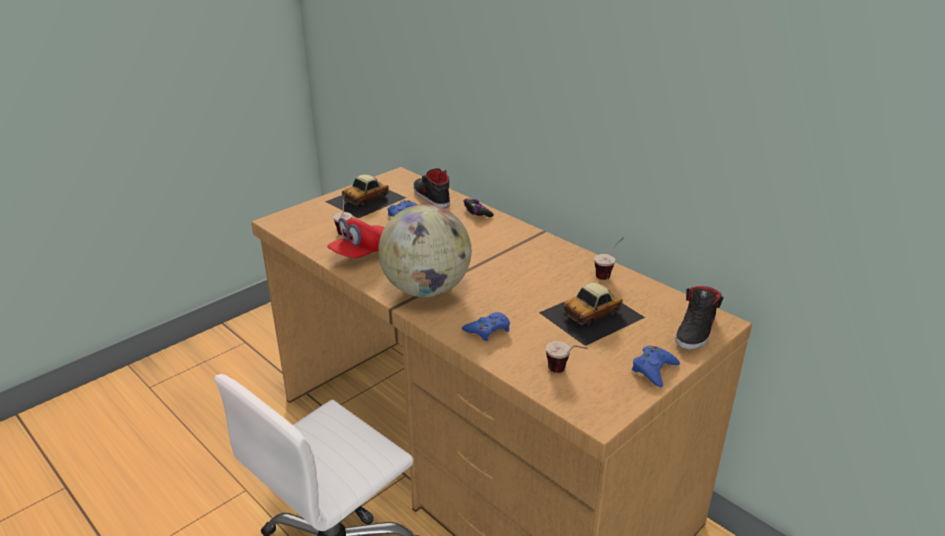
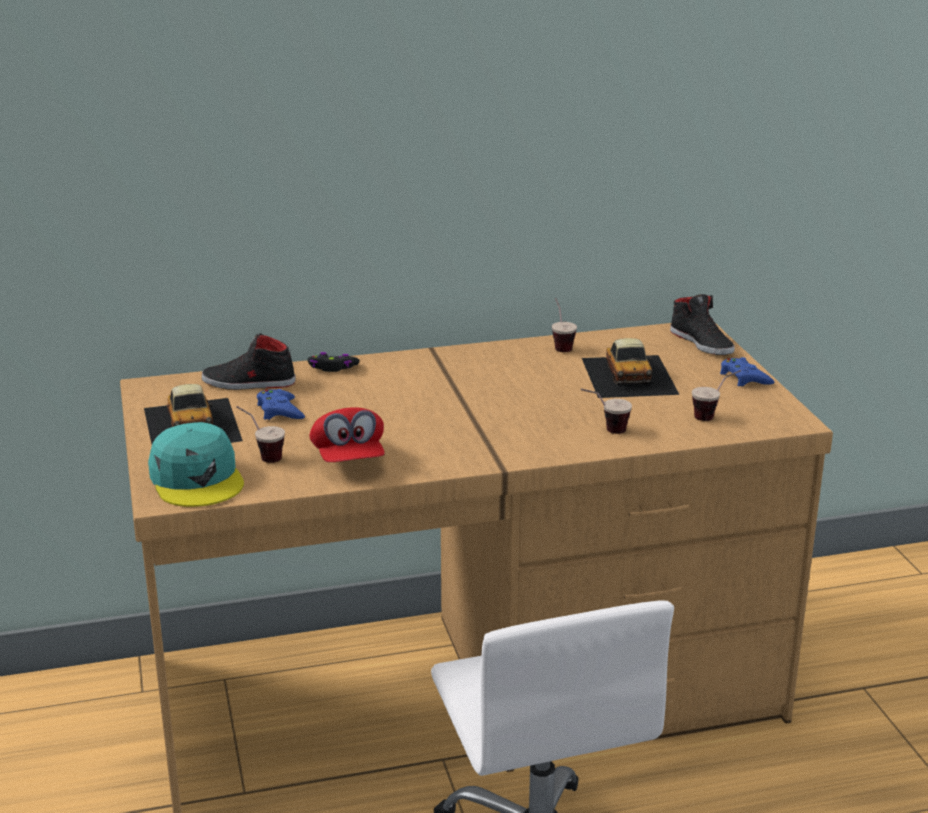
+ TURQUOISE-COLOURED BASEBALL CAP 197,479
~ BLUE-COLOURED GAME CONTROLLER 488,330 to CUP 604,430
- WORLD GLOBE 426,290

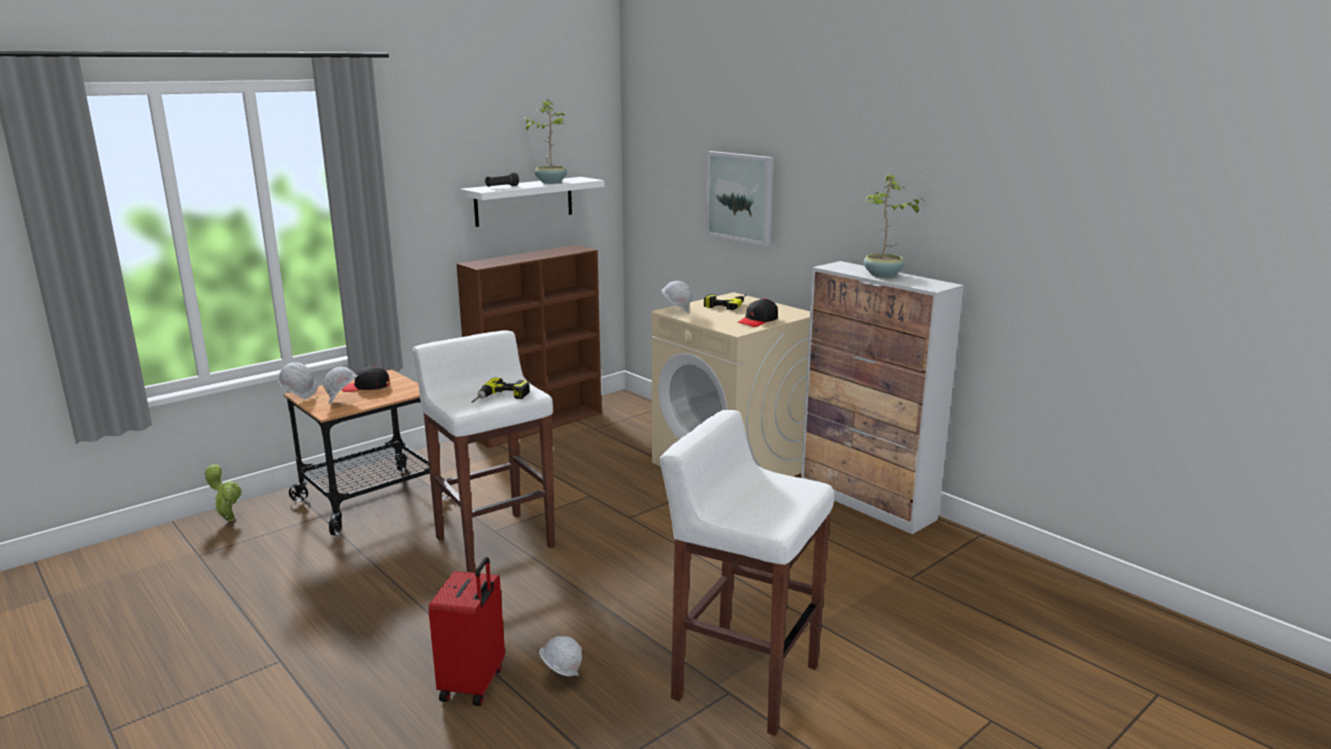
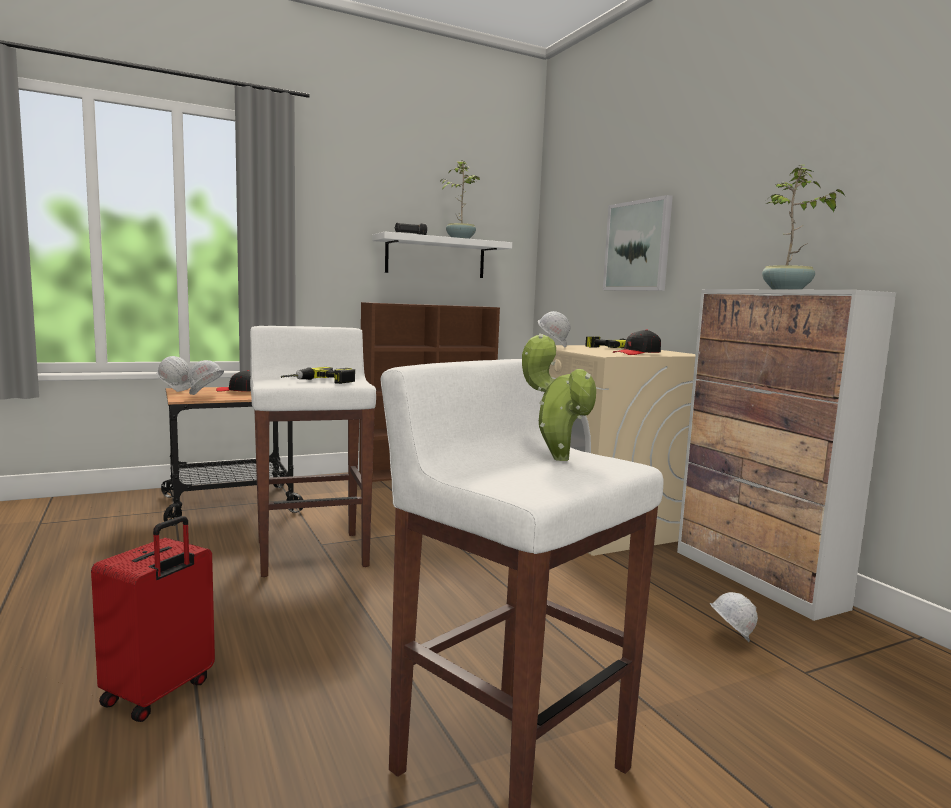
~ HOUSEPLANT 229,519 to 555,457
~ WHITE WORK HELMET 561,678 to 728,641

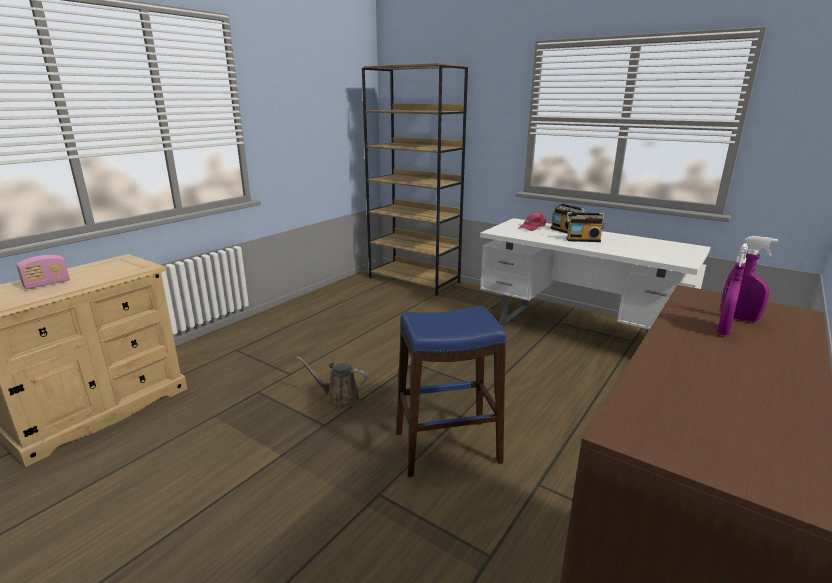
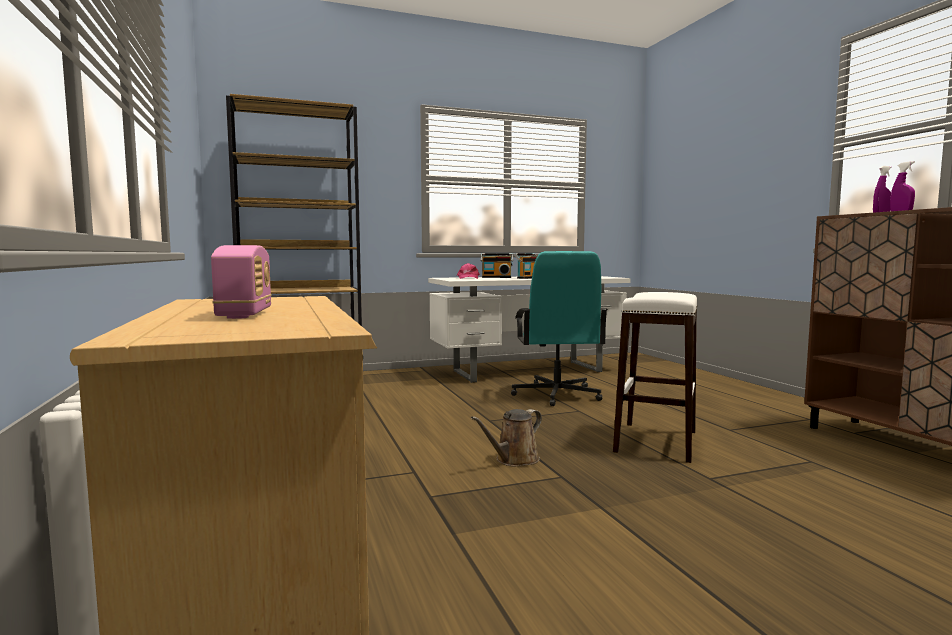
+ TURQUOISE-COLOURED COMPUTER CHAIR 556,395
~ BLUE-COLOURED STOOL 447,447 to WHITE STOOL 655,441

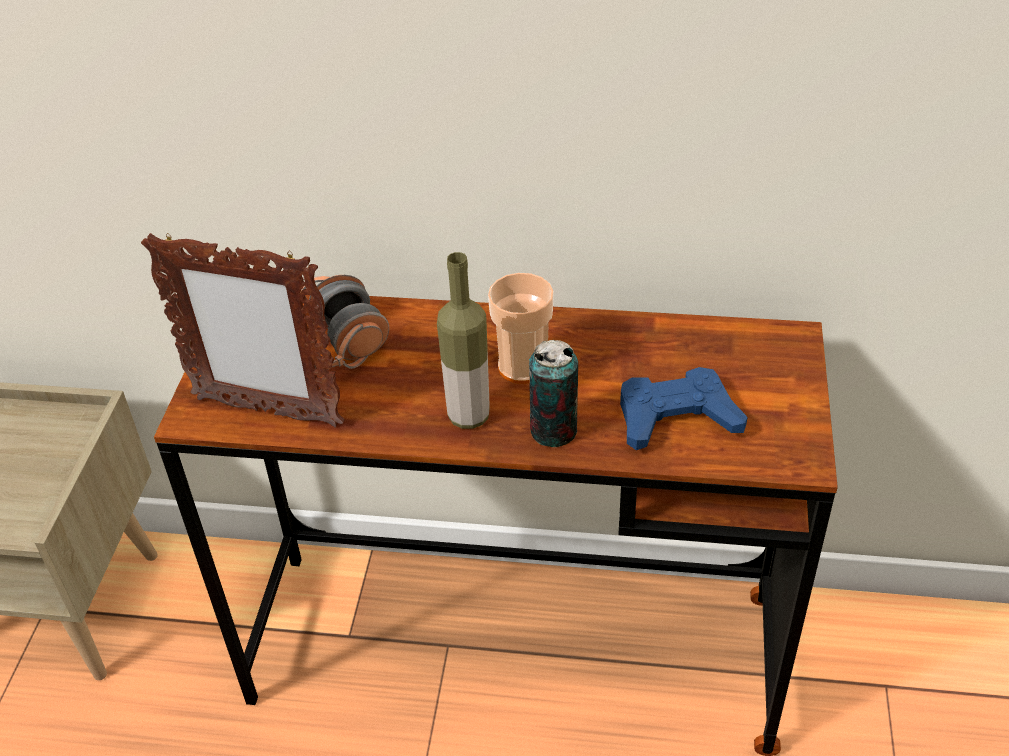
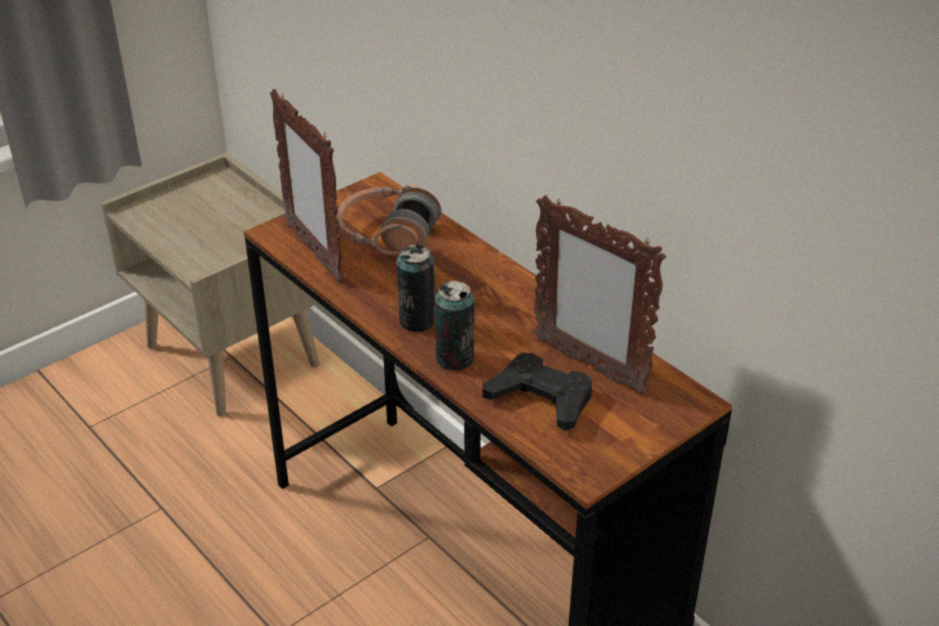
~ DRINK BOTTLE 469,416 to METAL CAN 417,321
~ BLUE-COLOURED GAME CONTROLLER 676,417 to BLACKISH GAME CONTROLLER 541,398
+ PHOTO FRAME 588,365
- CUP 523,366

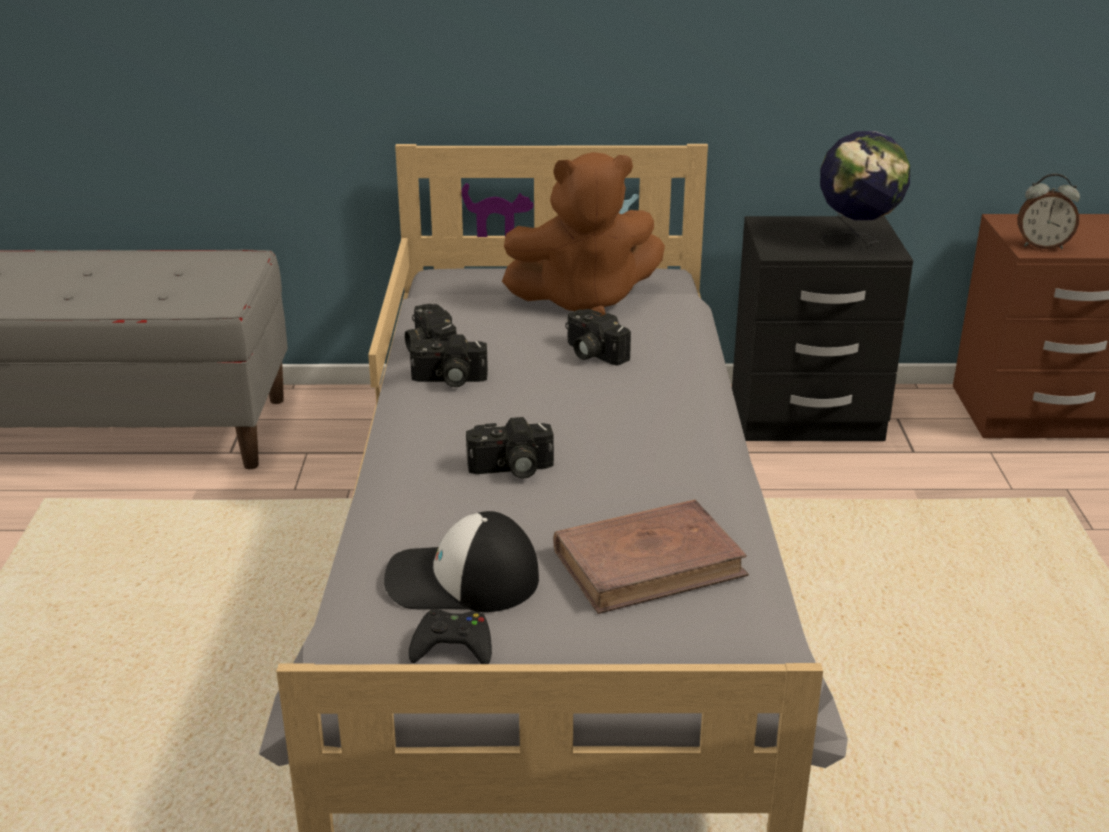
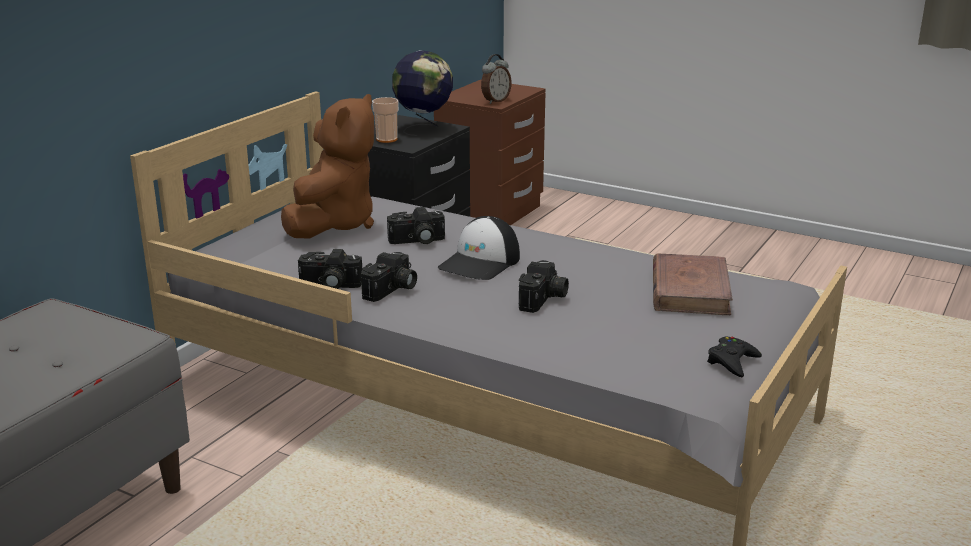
+ CUP 386,139
~ BASEBALL CAP 461,580 to 480,263

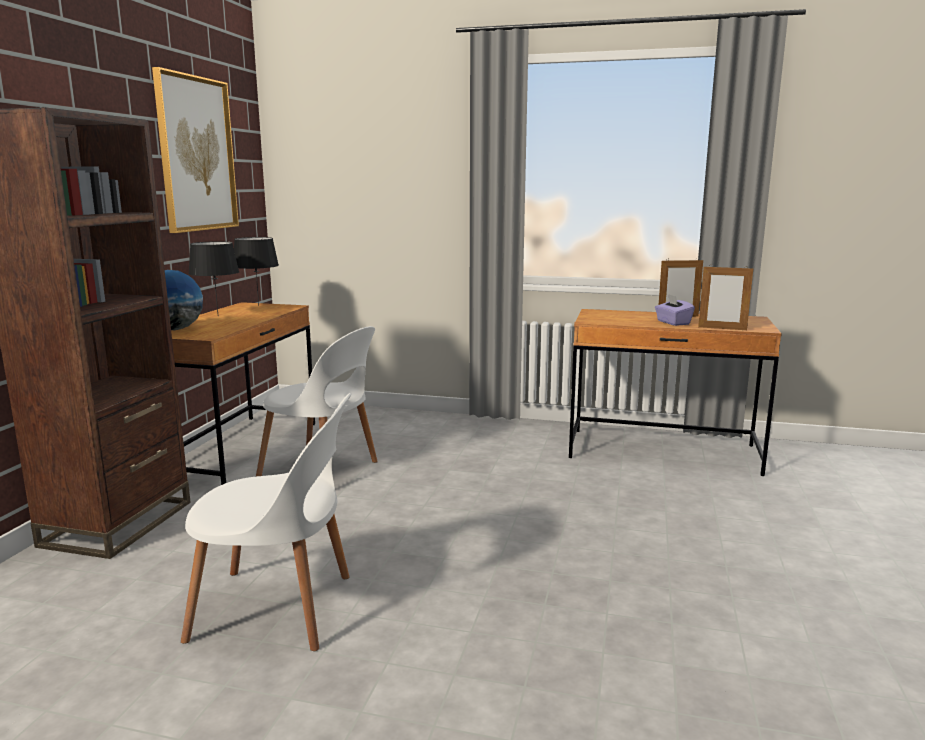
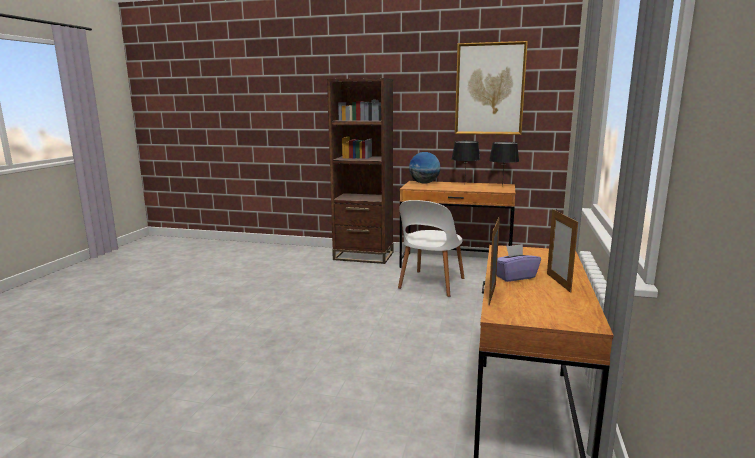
- WHITE CHAIR 279,609

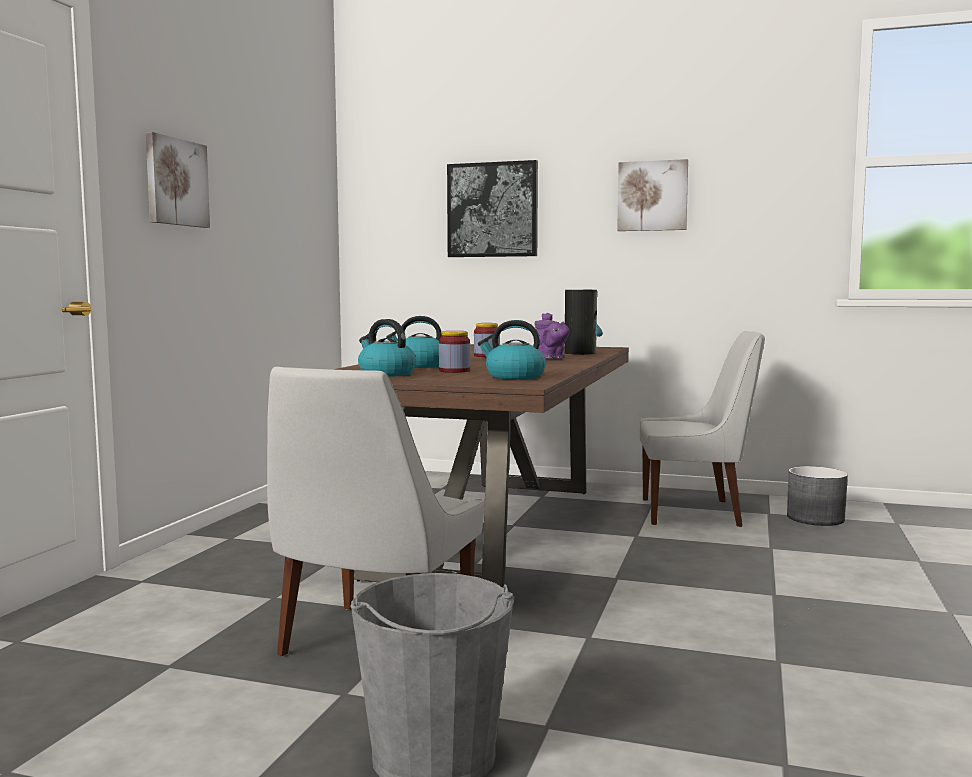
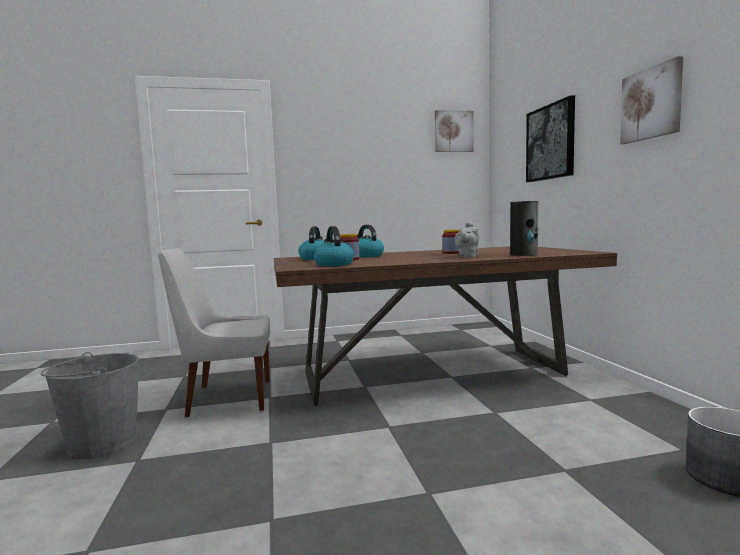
~ PICTURE 176,182 to 453,131
~ PURPLE-COLOURED TEA POT 550,358 to GRAY TEA POT 467,256
- WHITE CHAIR 695,513

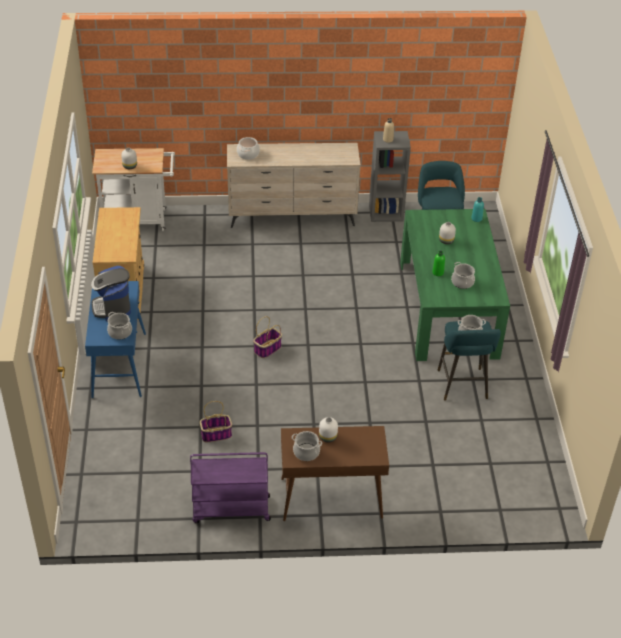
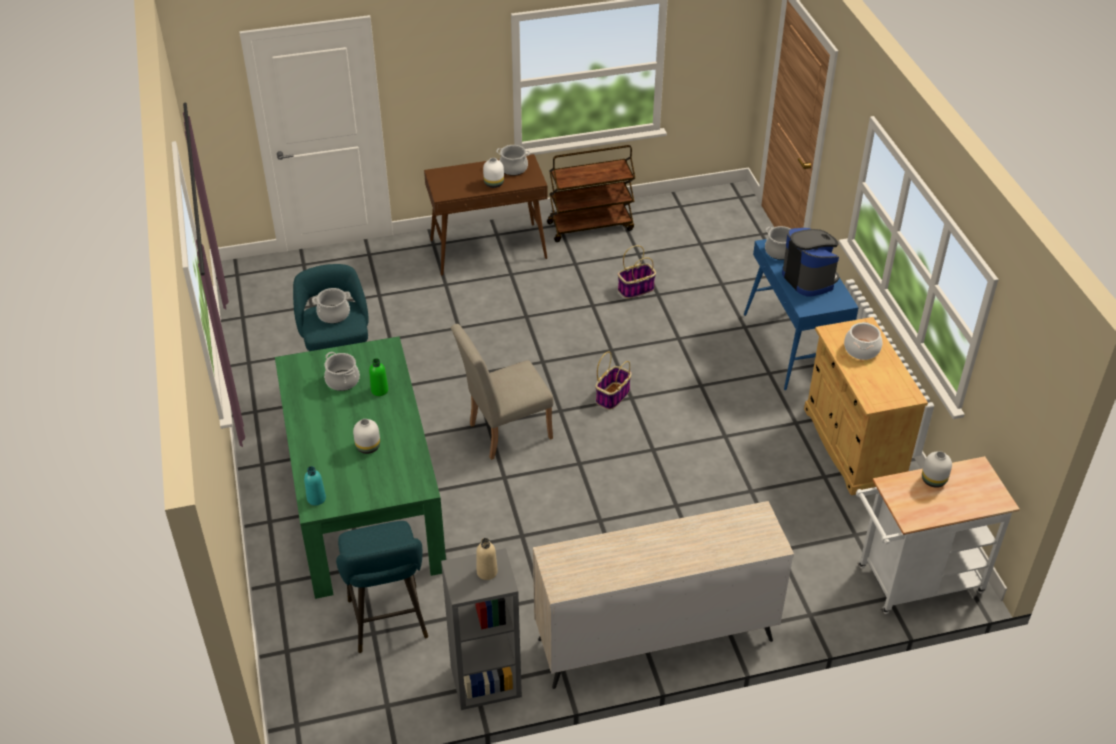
+ SAND-COLOURED CHAIR 504,432
~ PURPLE-COLOURED CART 230,510 to BROWN-COLOURED CART 590,226
~ STOCKPOT 248,154 to 861,350

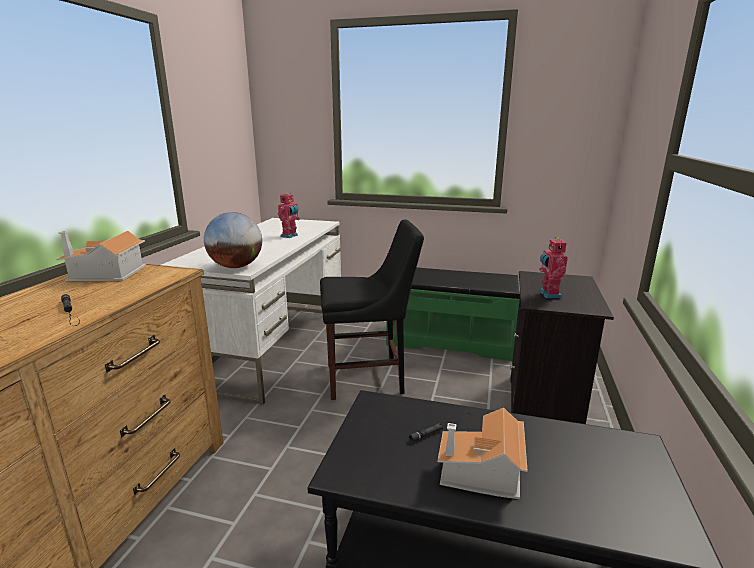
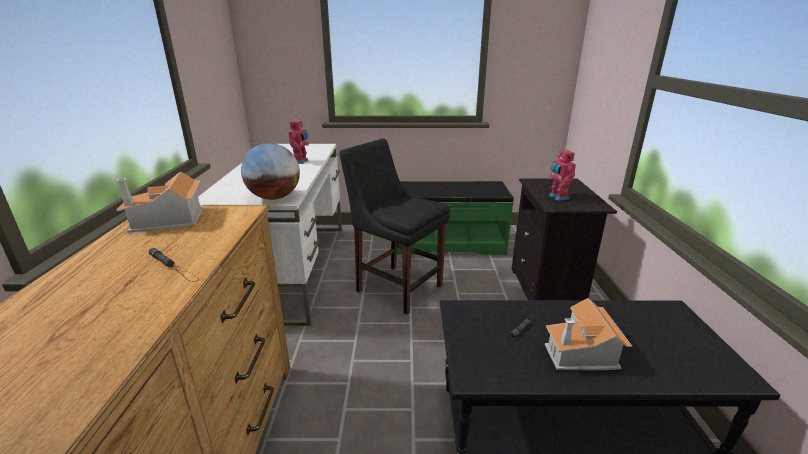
~ BLACKISH CHAIR 369,378 = 396,286 120 degrees counterclockwise

